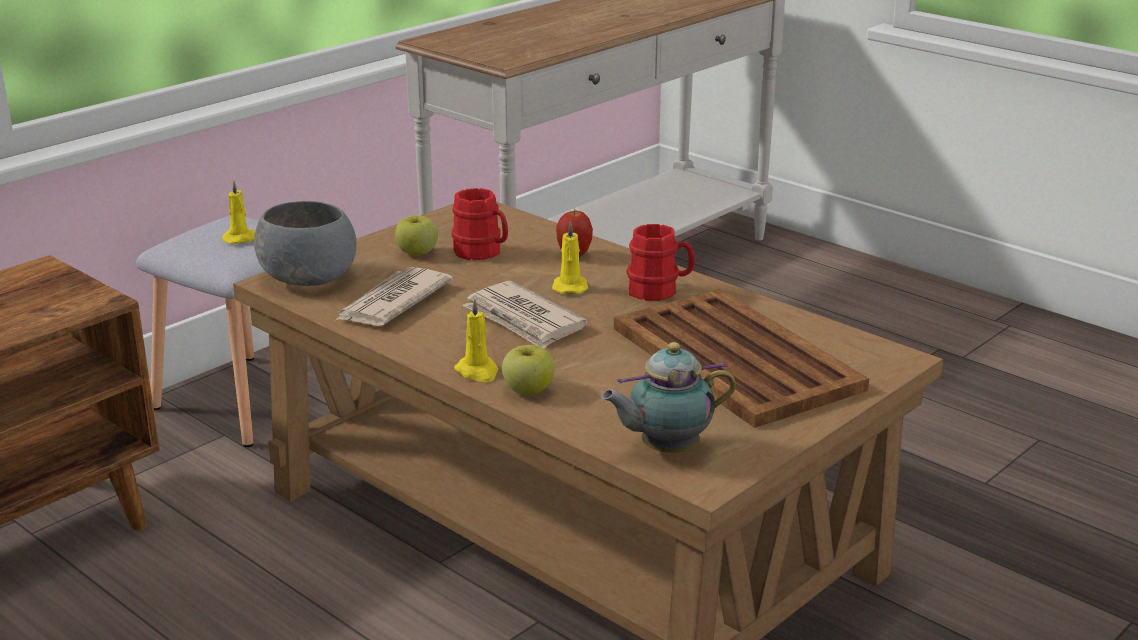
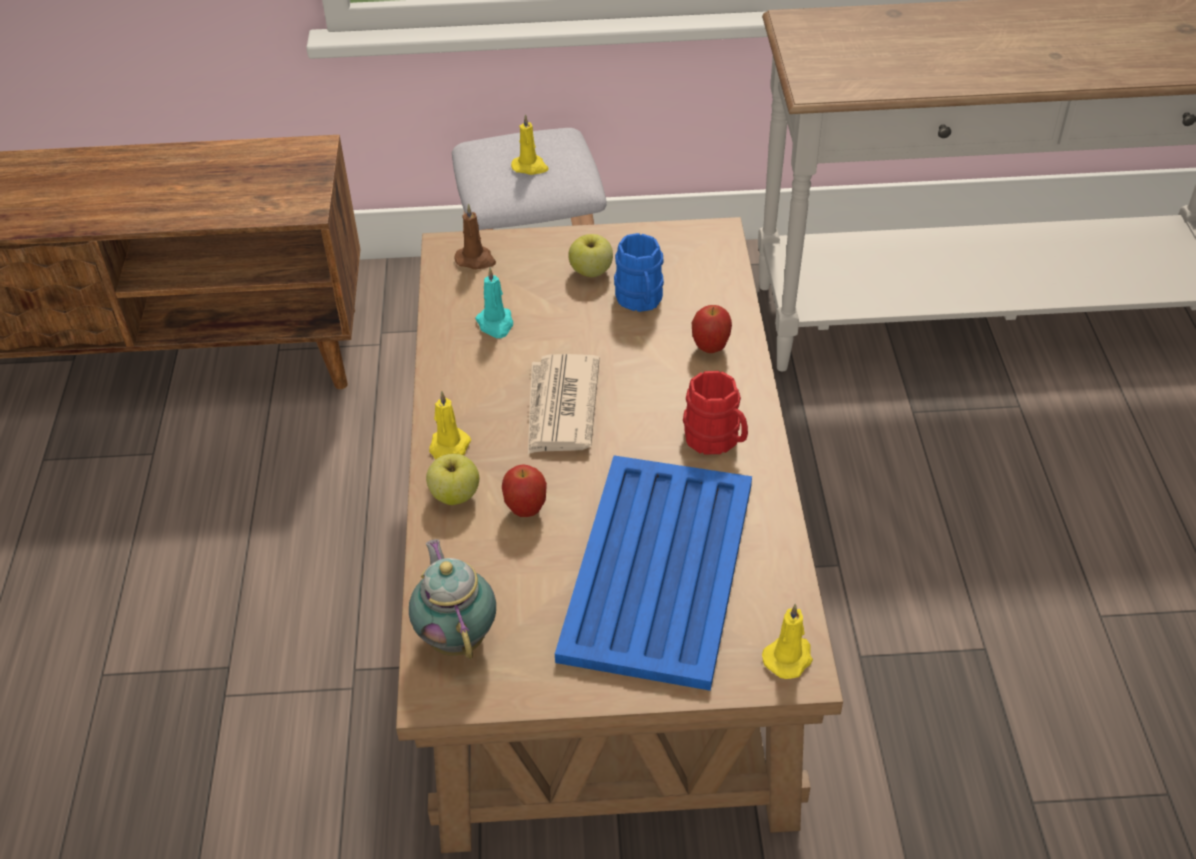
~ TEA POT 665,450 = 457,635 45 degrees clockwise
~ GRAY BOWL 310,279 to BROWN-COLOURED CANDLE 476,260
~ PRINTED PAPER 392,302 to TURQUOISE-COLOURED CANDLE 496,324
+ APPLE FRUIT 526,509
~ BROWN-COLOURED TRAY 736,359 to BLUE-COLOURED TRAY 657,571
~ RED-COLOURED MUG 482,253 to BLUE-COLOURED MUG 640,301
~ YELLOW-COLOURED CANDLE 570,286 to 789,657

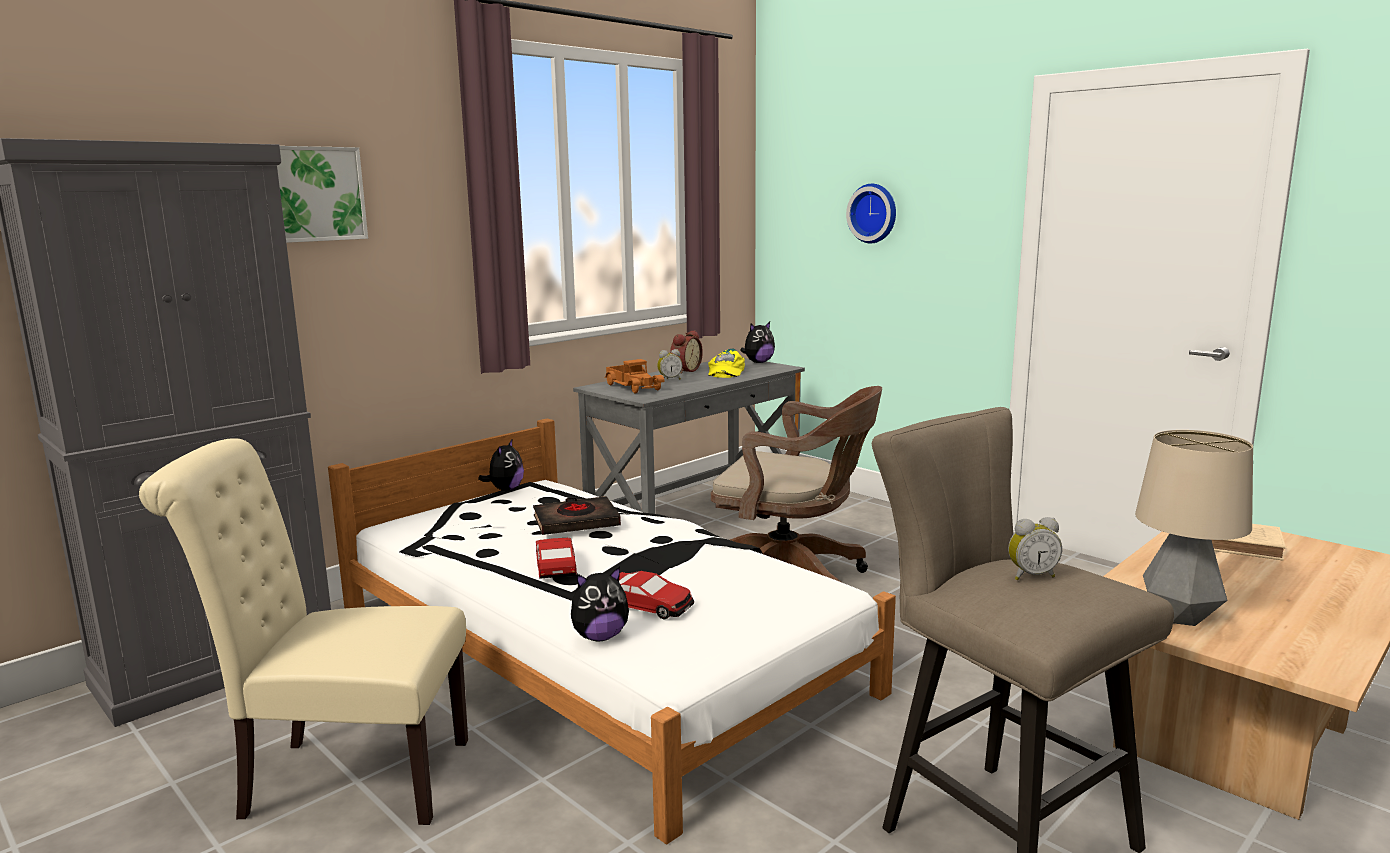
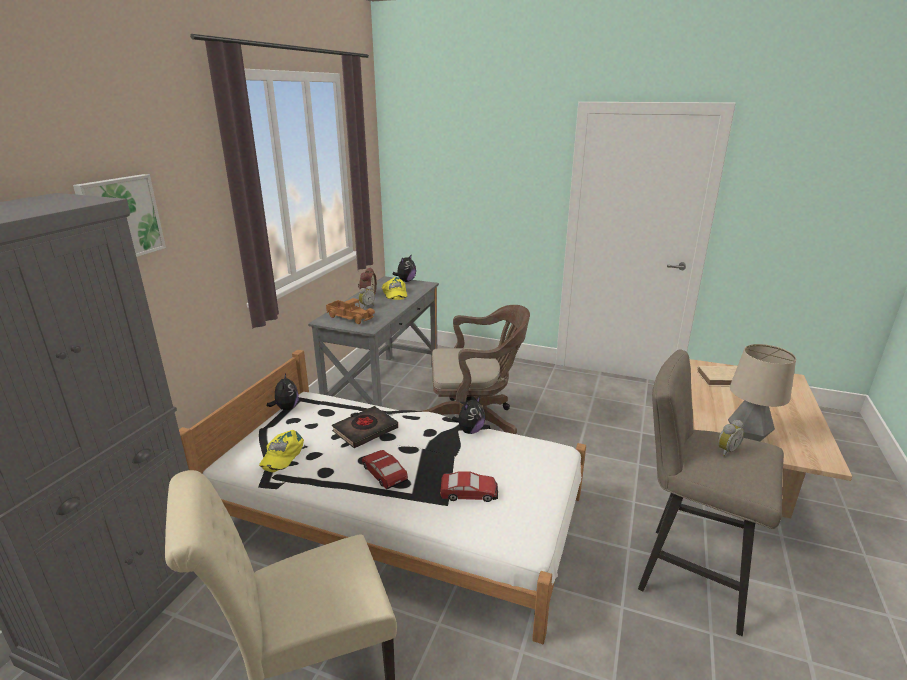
+ YELLOW-COLOURED BASEBALL CAP 282,454
~ SOFT TOY 600,637 to 470,431
- WALL CLOCK 874,213

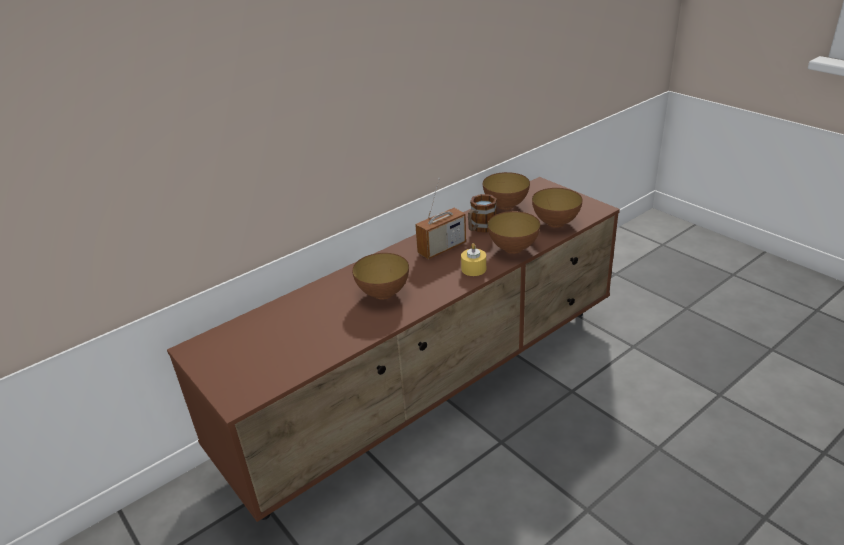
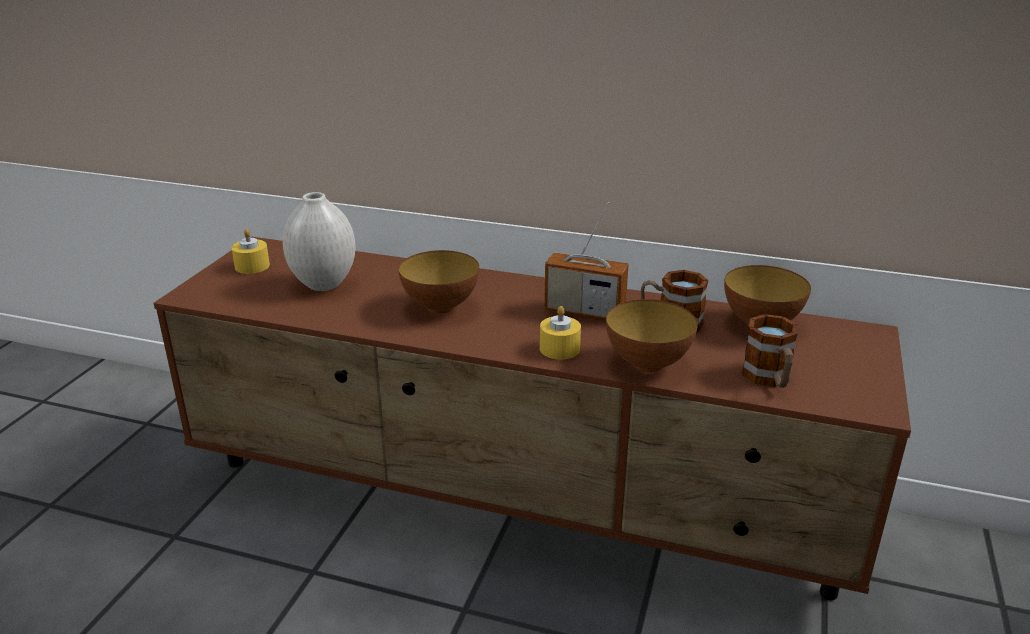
+ YELLOW-COLOURED CANDLE 252,266
+ WHITE FLOWER VASE 325,284
~ BOWL 555,223 to MUG 769,379

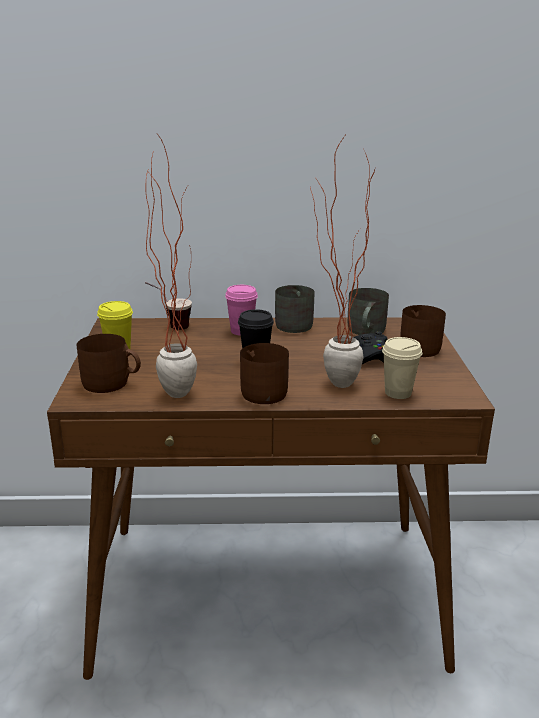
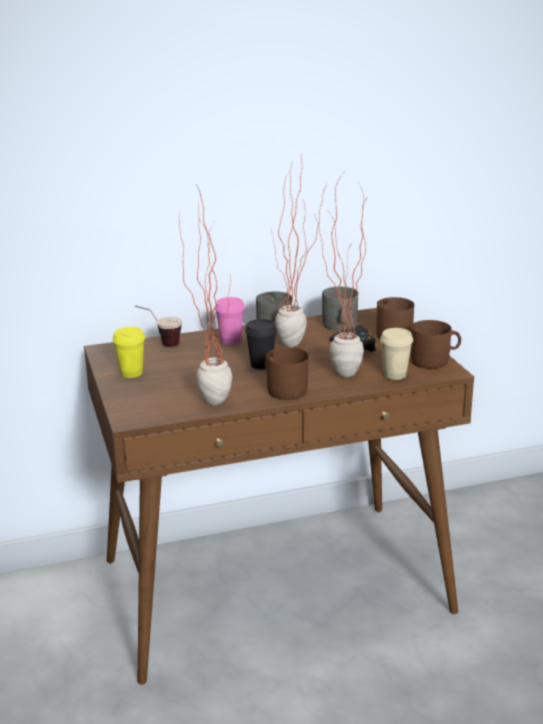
+ HOUSEPLANT 298,347
~ BROWN-COLOURED MUG 111,384 to 435,361

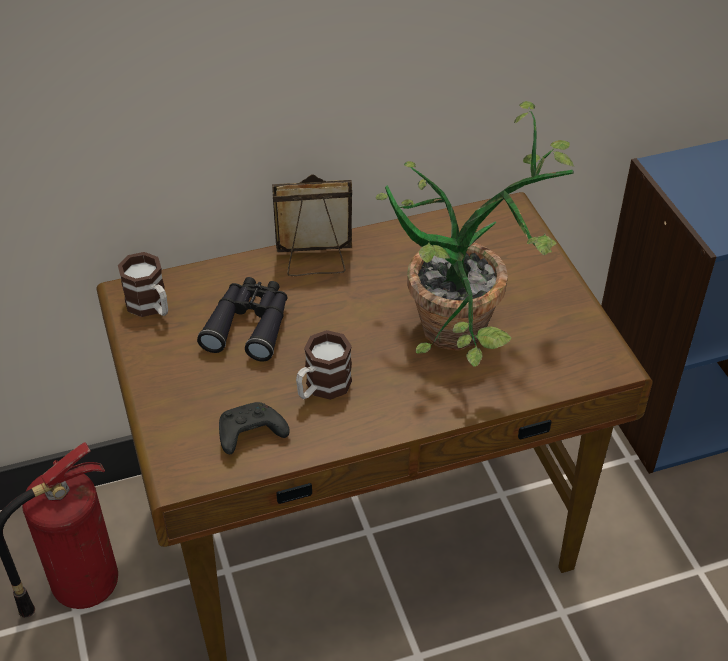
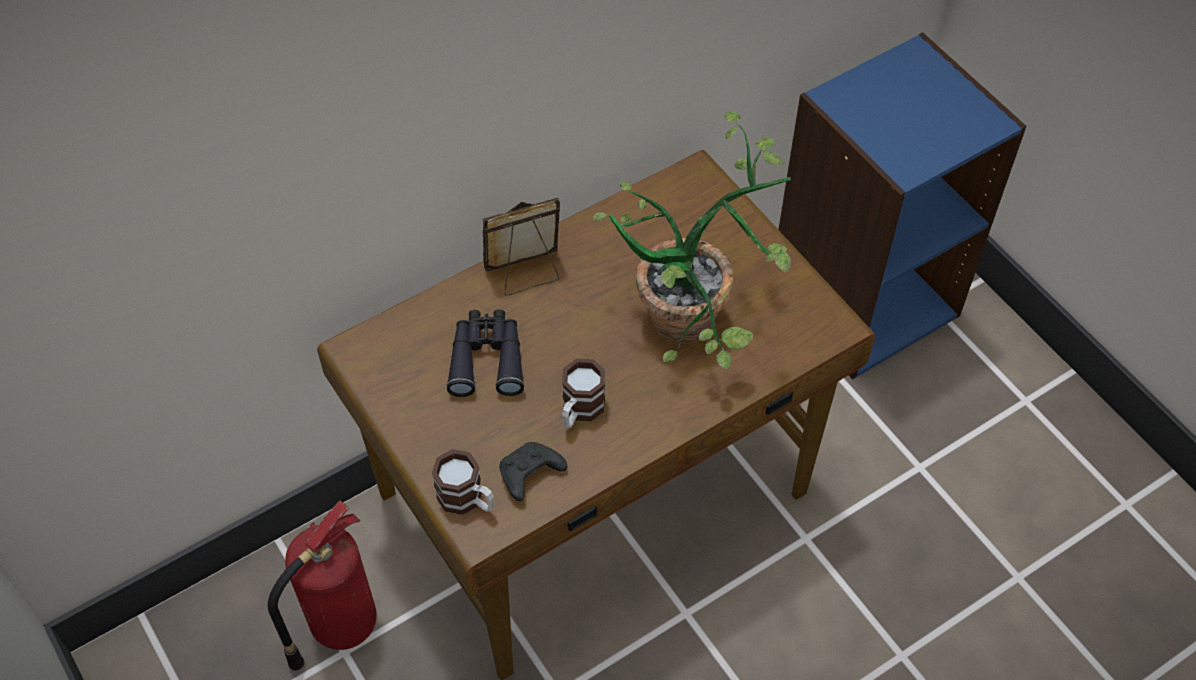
~ MUG 151,307 to 467,499

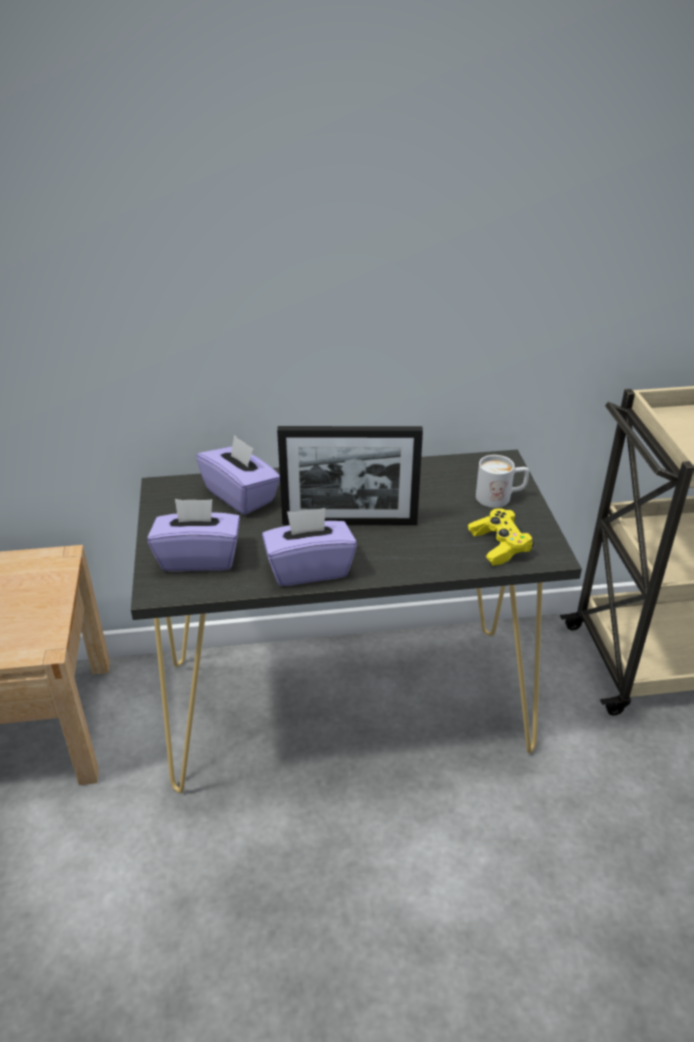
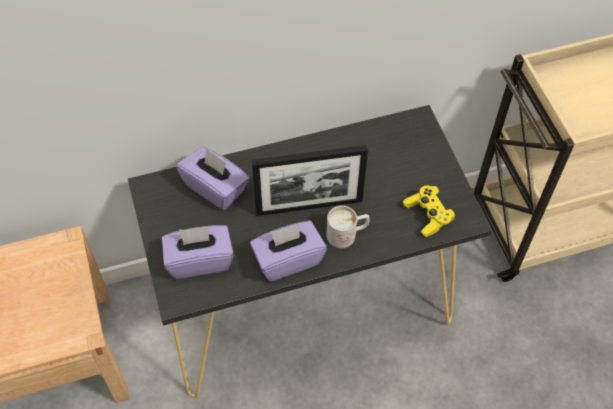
~ WHITE MUG 500,497 to 347,234

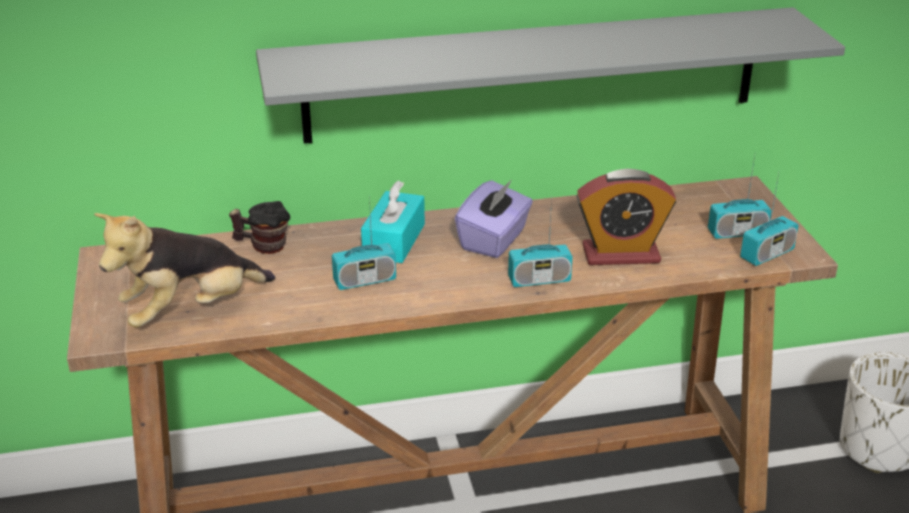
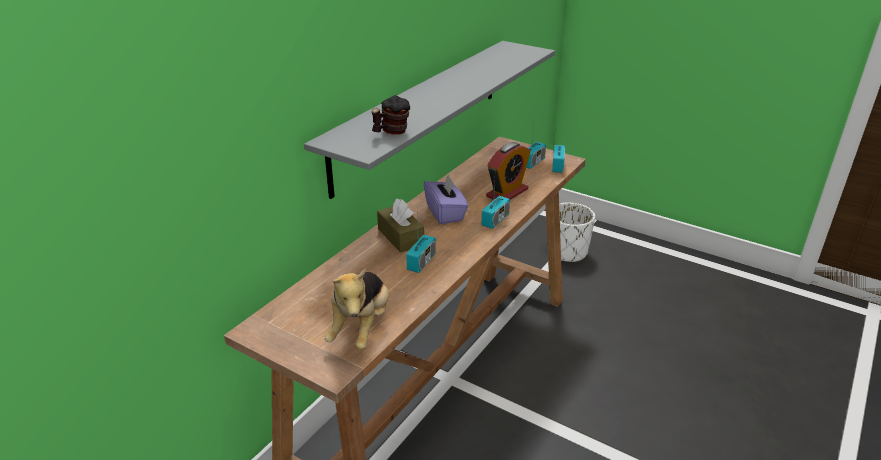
~ MUG 263,246 to 391,132
~ TURQUOISE-COLOURED BOX OF TISSUES 394,240 to BROWN-COLOURED BOX OF TISSUES 400,237

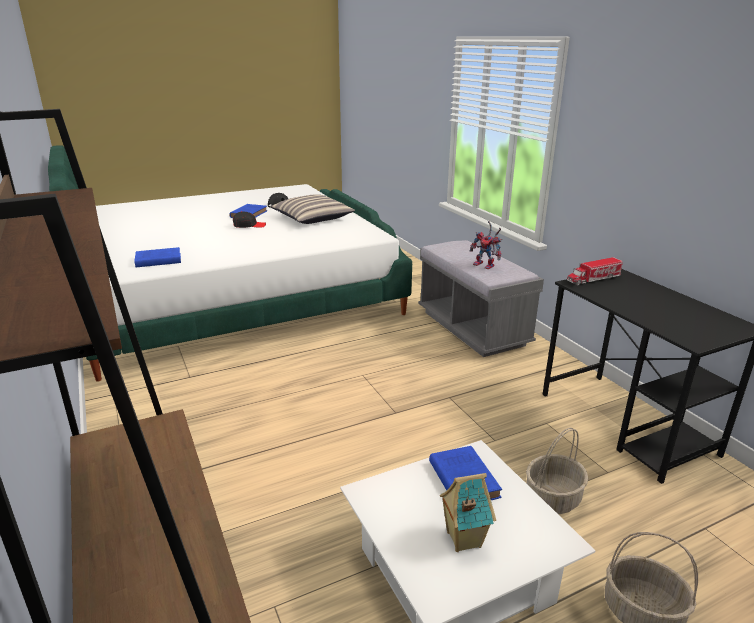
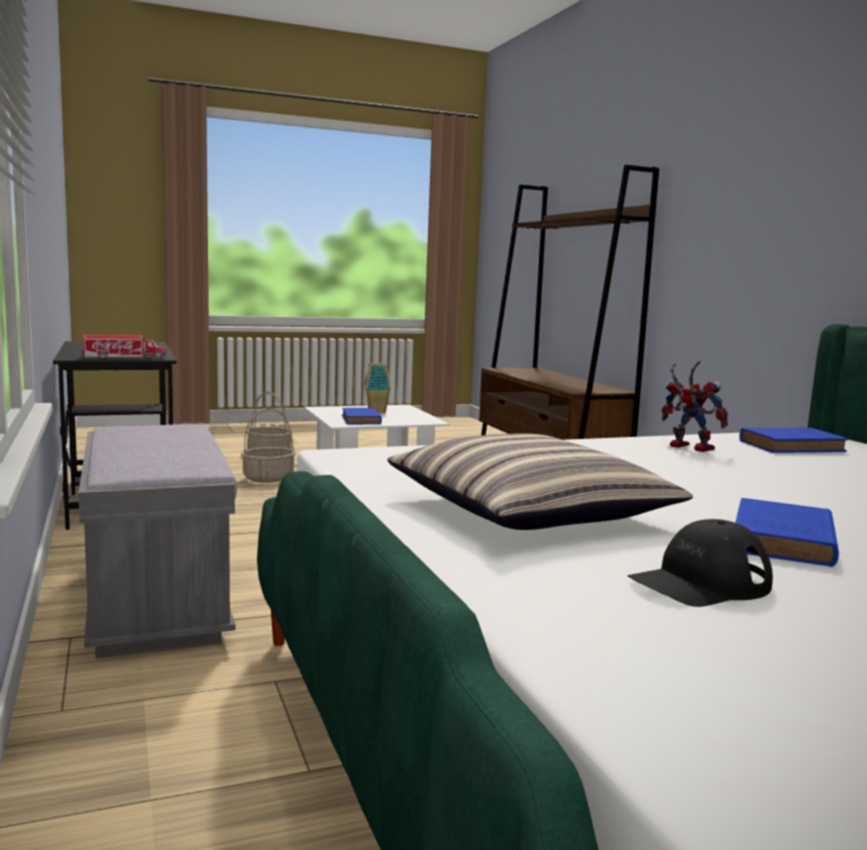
~ TOY ROBOT 486,265 to 686,447
- BLACKISH BASEBALL CAP 249,225

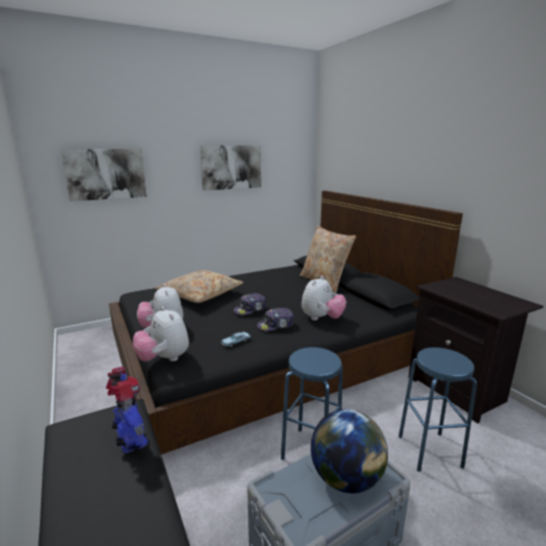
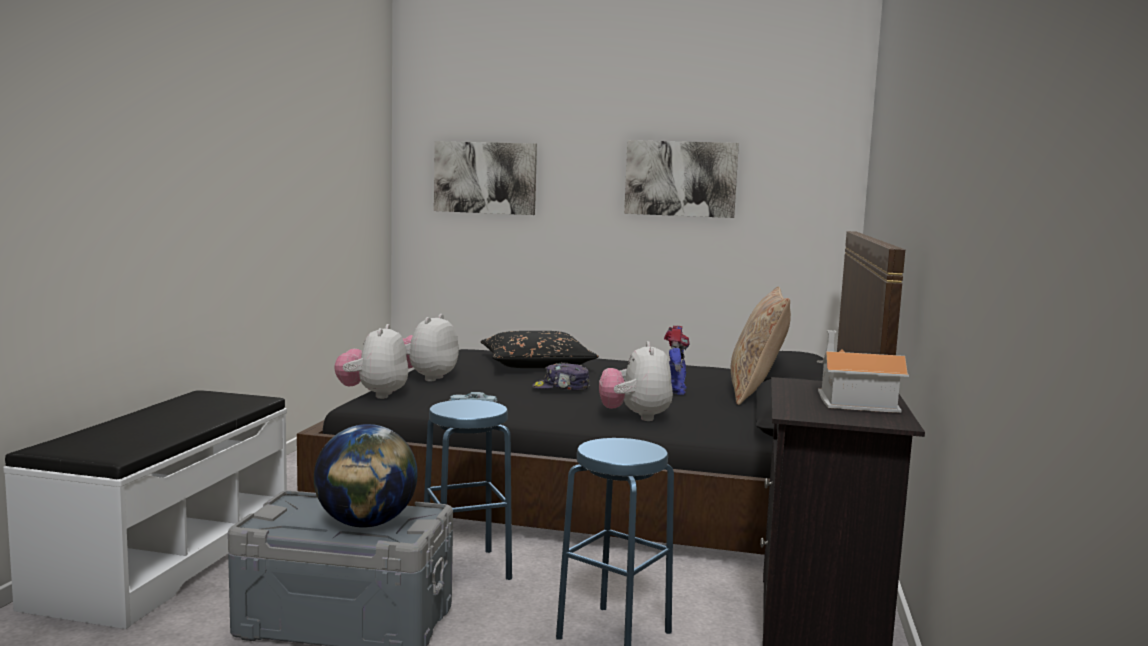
~ SAND-COLOURED THROW PILLOW 200,294 to BLACKISH THROW PILLOW 536,364
~ SOFT TOY 322,318 = 635,417 105 degrees clockwise
~ TOY ROBOT 130,438 to 673,391
+ TOY HOUSE 851,401
- BASEBALL CAP 276,325

